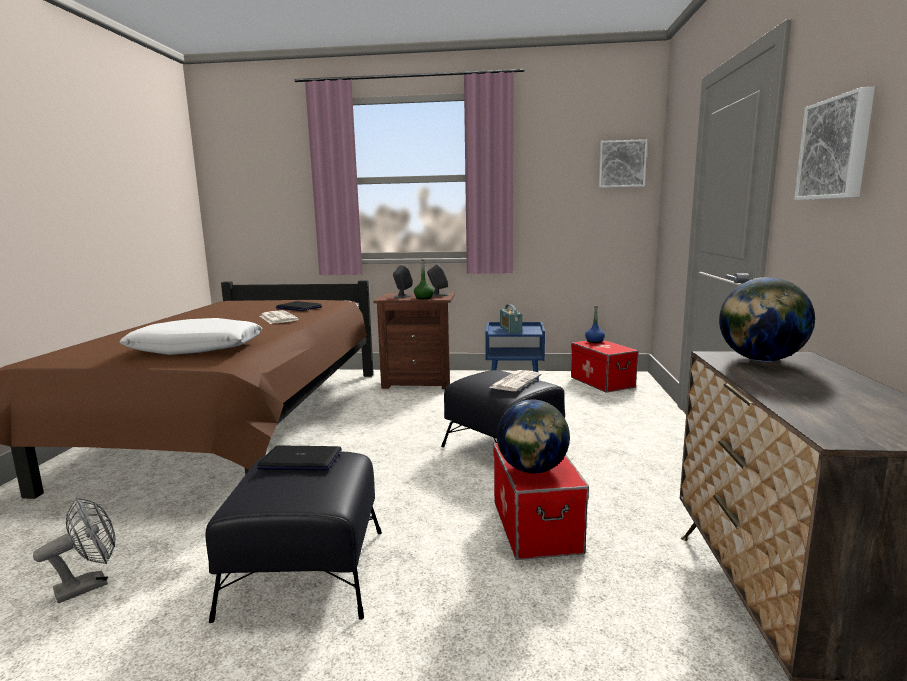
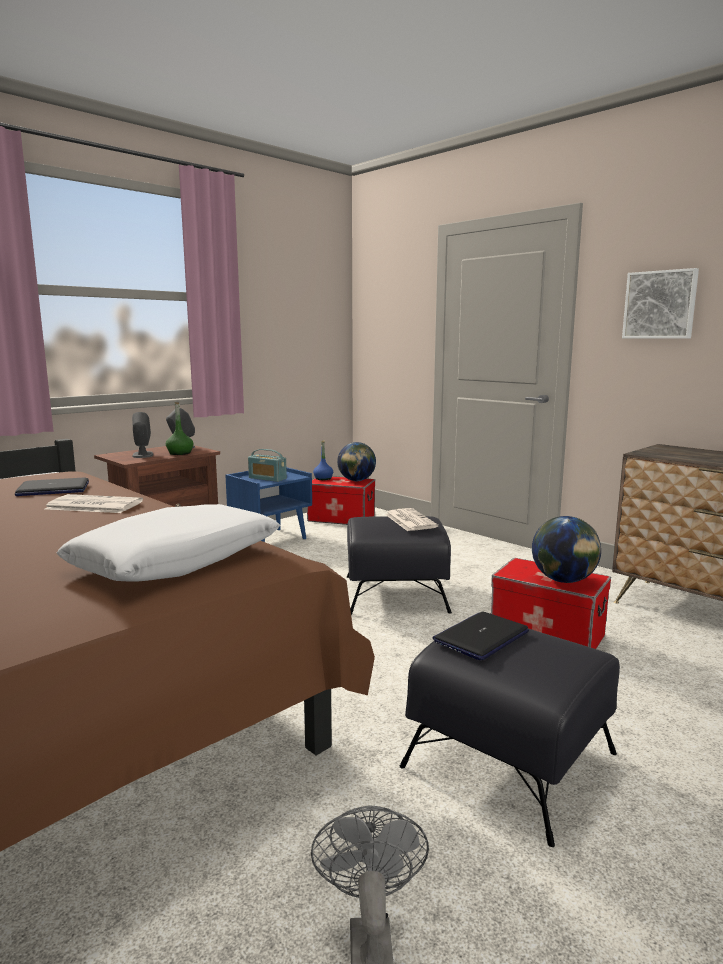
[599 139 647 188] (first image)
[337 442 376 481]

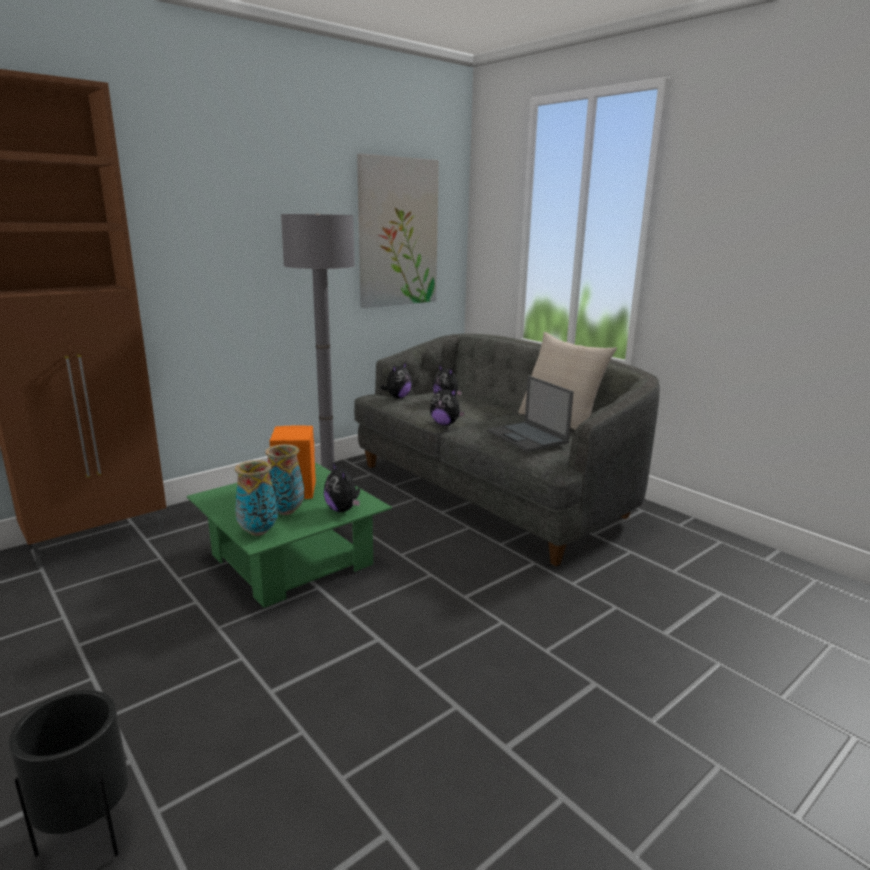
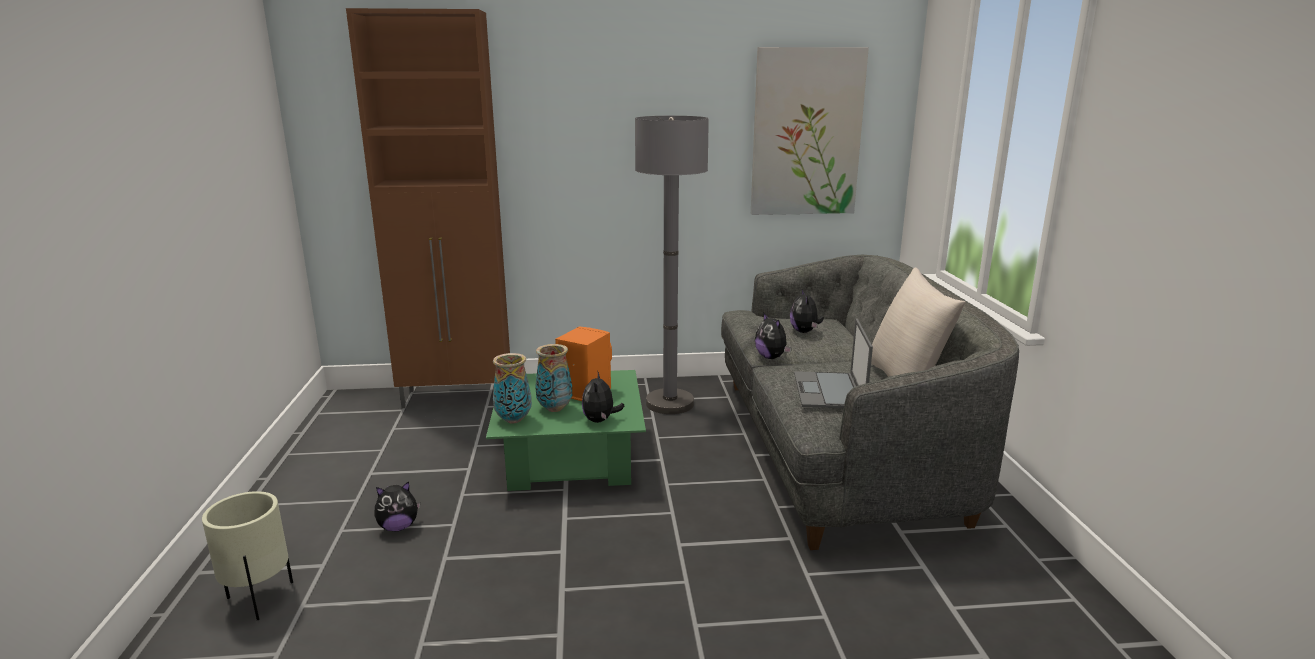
[374 481 421 531]
[202 491 293 620]

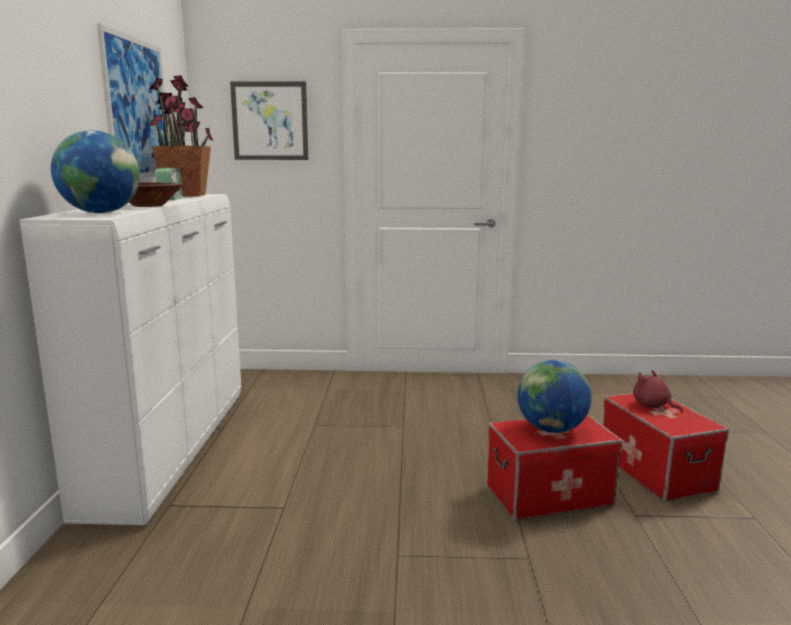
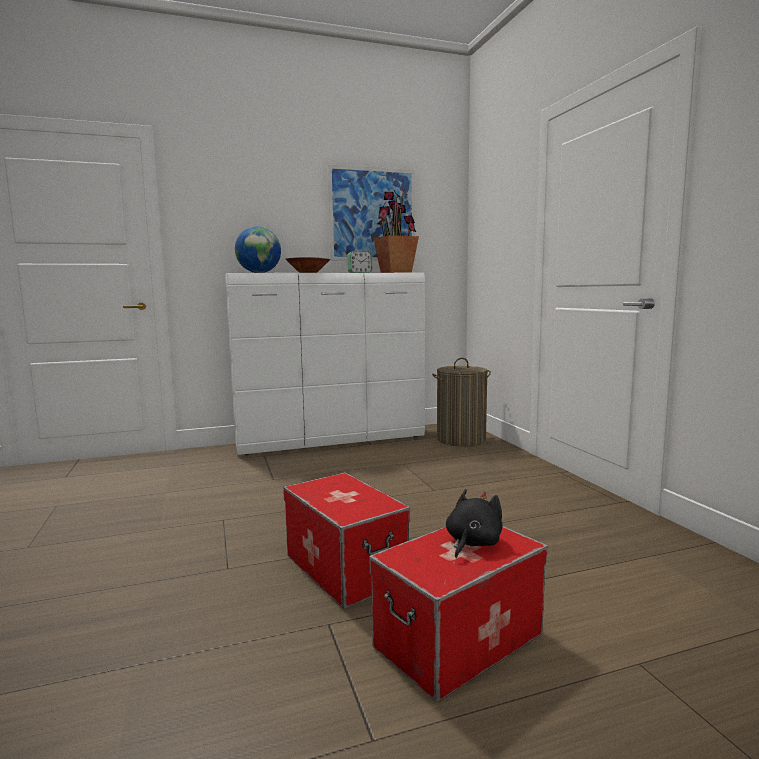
[230 82 308 160] (first image)
[518 360 592 433] (first image)
[446 489 503 558]
[432 358 491 446]

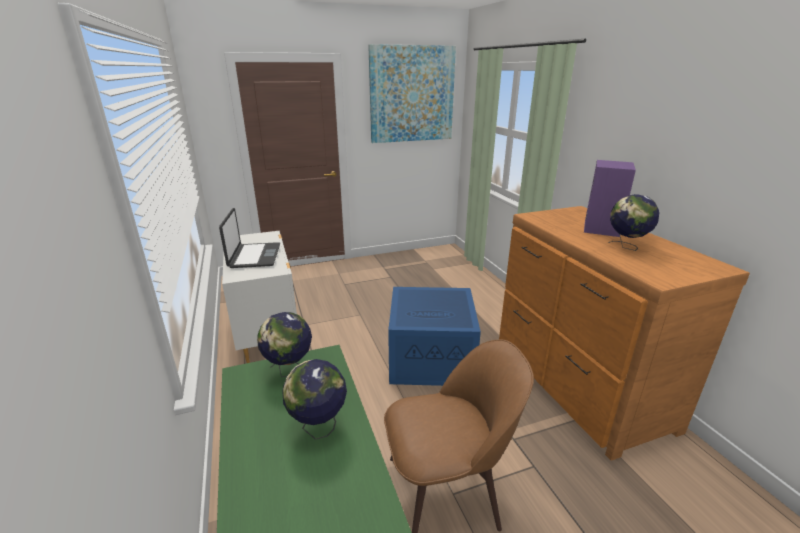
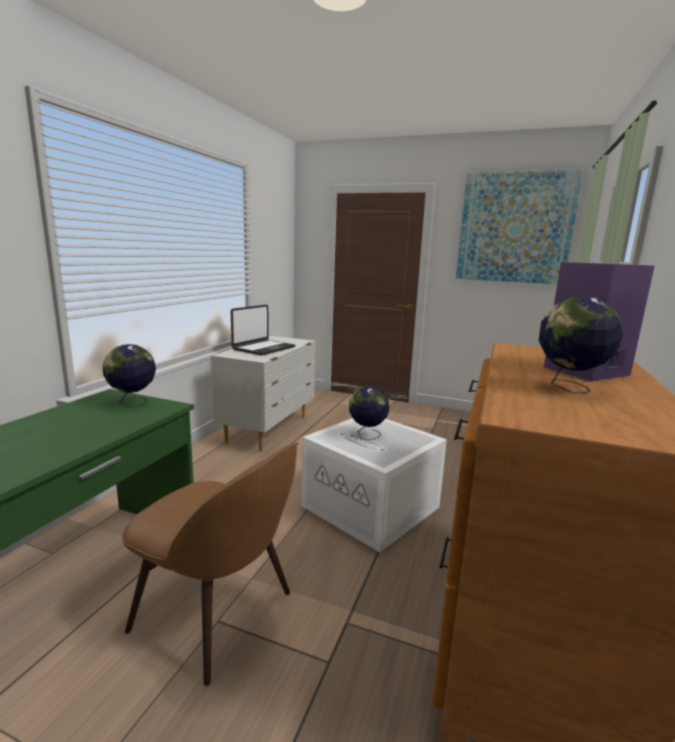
[301 418 447 552]
[349 386 389 440]

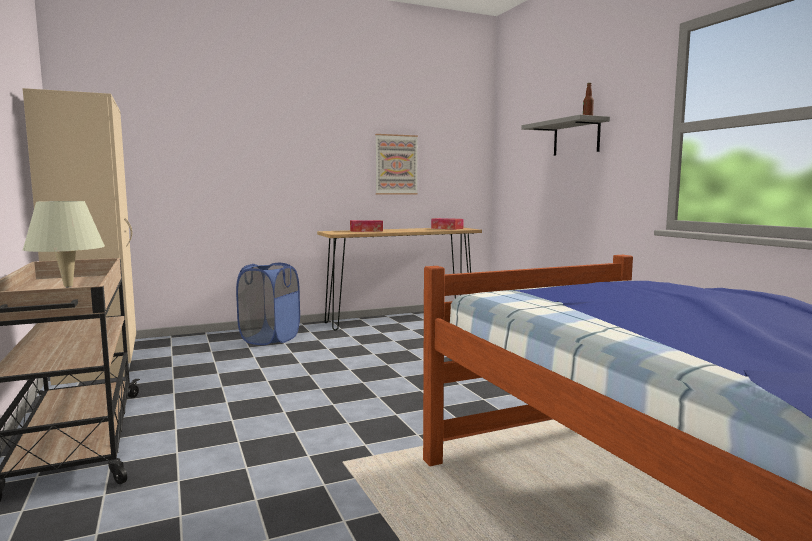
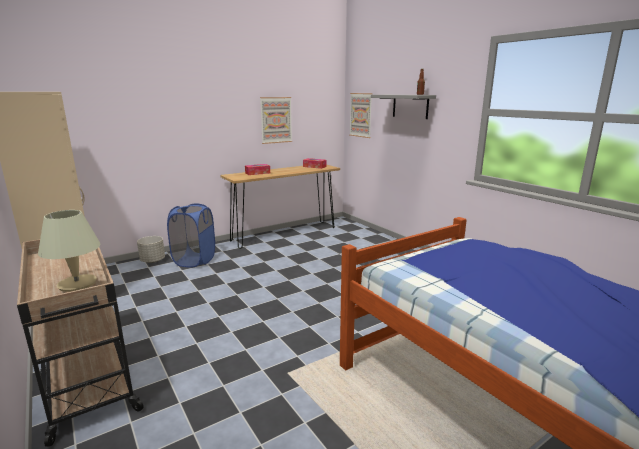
[349 93 372 138]
[137 236 165 263]

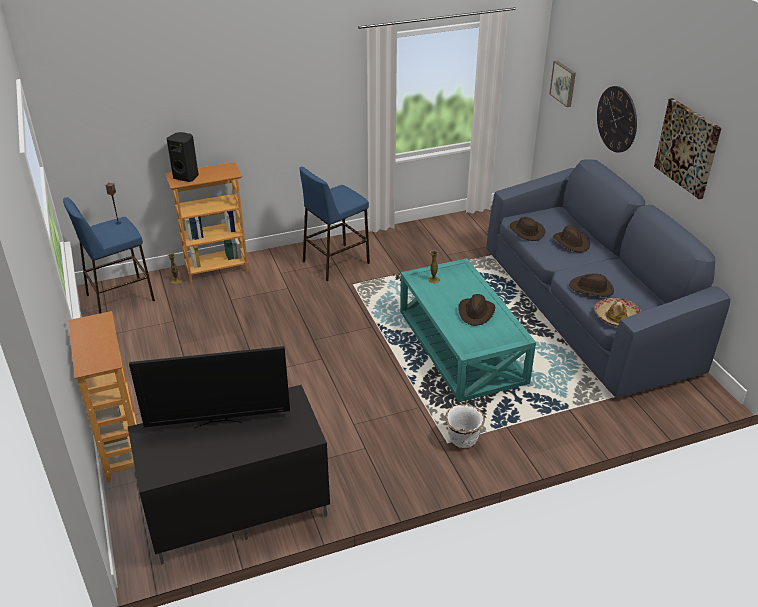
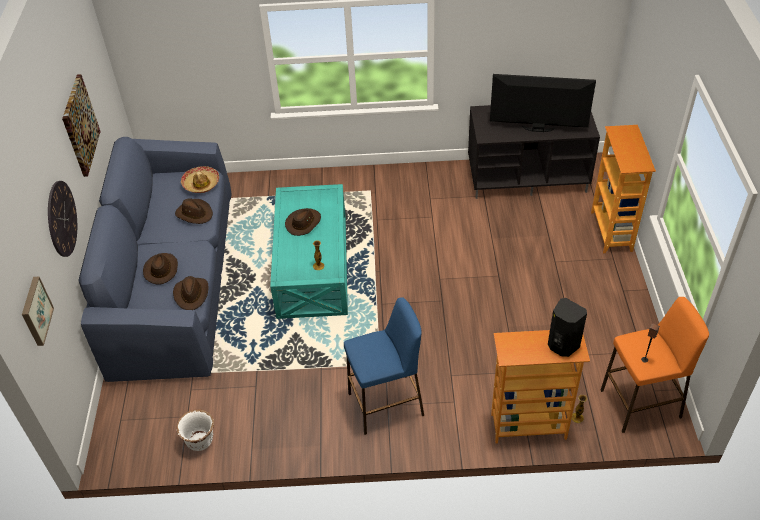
[601 297 709 433]
[176 409 214 451]

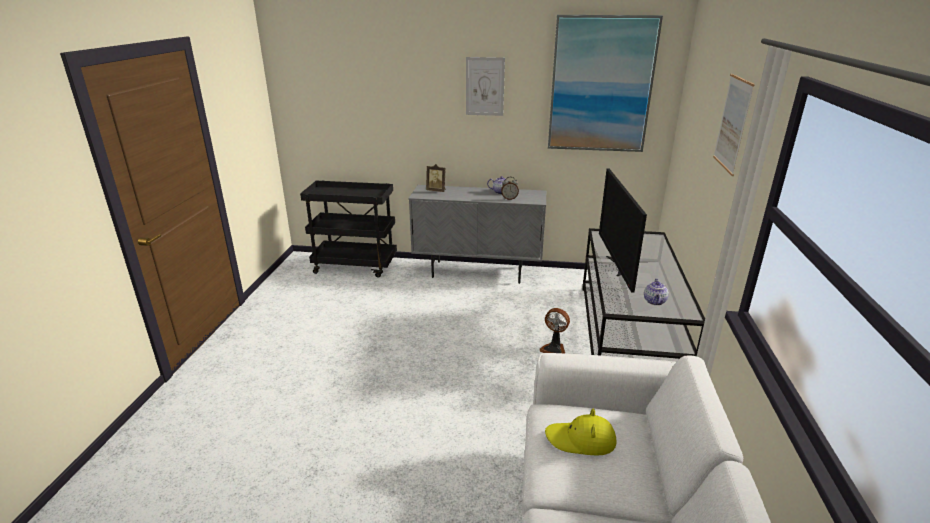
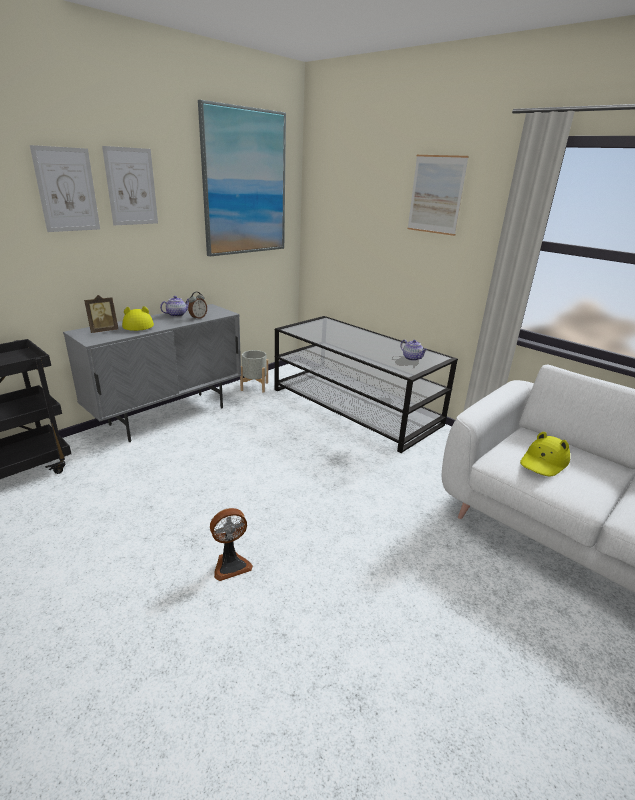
[599 168 647 292] (first image)
[210 508 253 581]
[30 145 100 232]
[122 306 154 331]
[240 350 268 393]

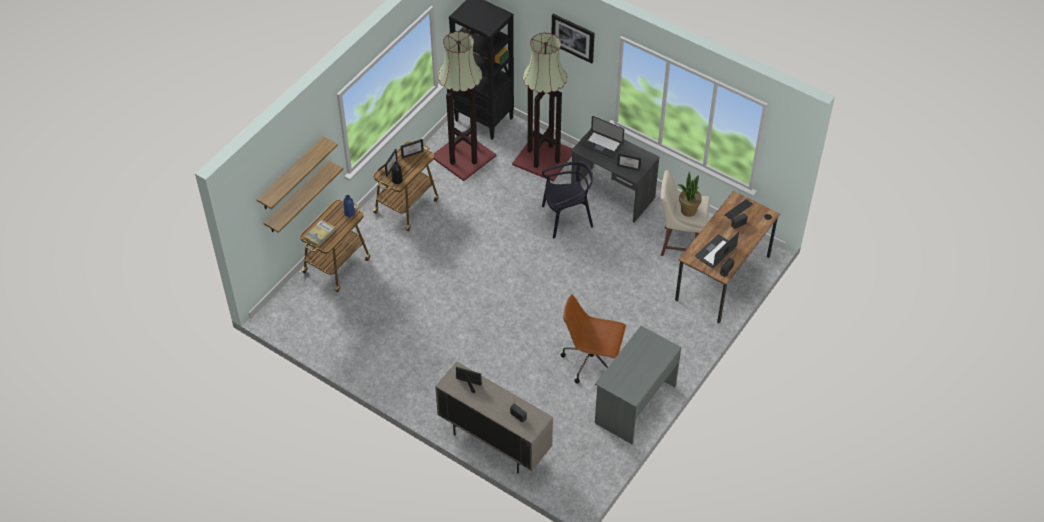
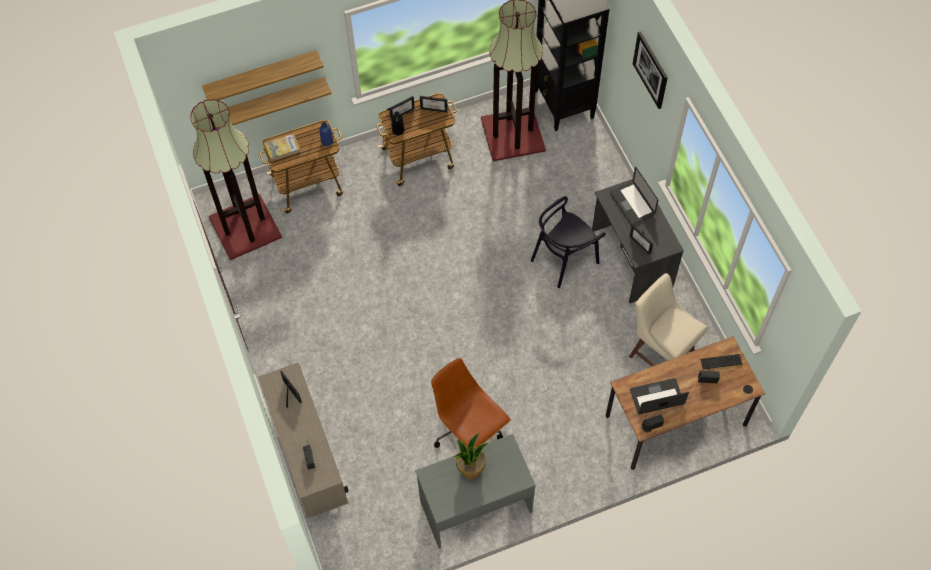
[190 99 282 260]
[531 196 606 288]
[454 433 488 479]

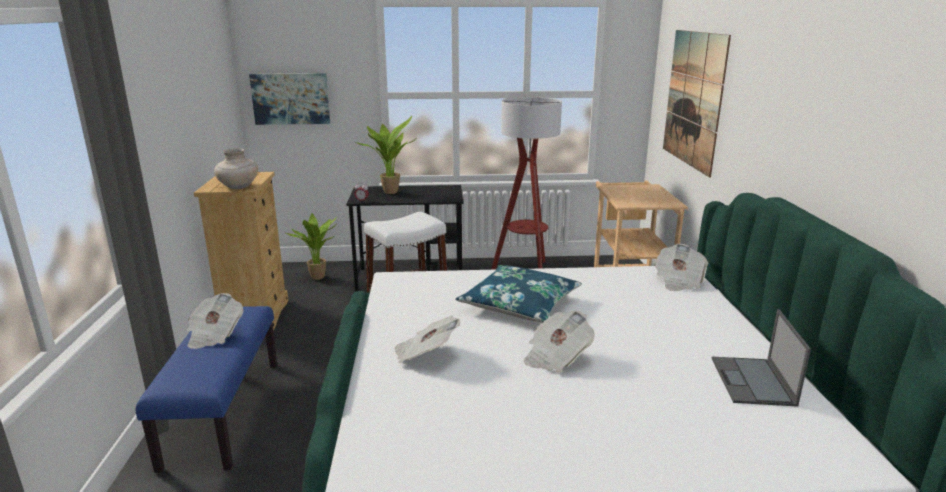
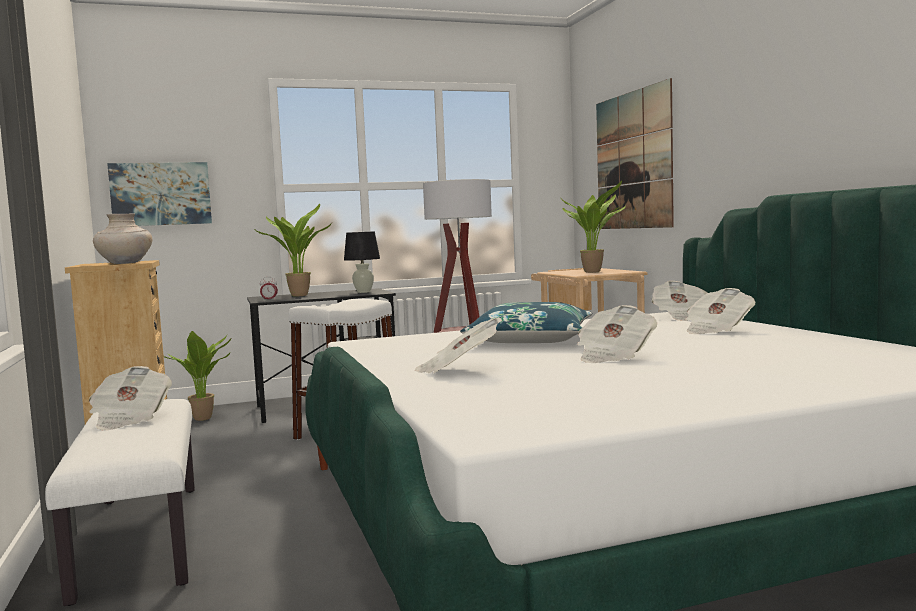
[45 399 195 606]
[712 309 811 407] (first image)
[560 181 626 273]
[344 231 380 293]
[685 288 756 334]

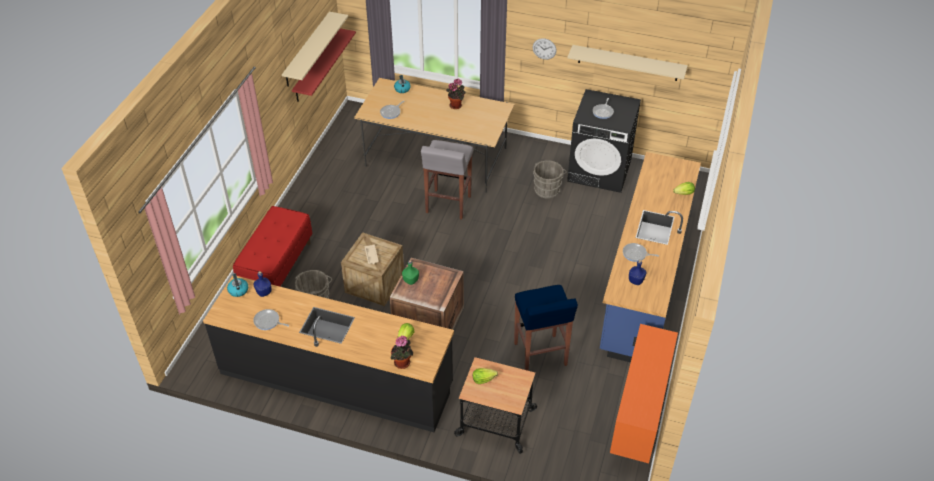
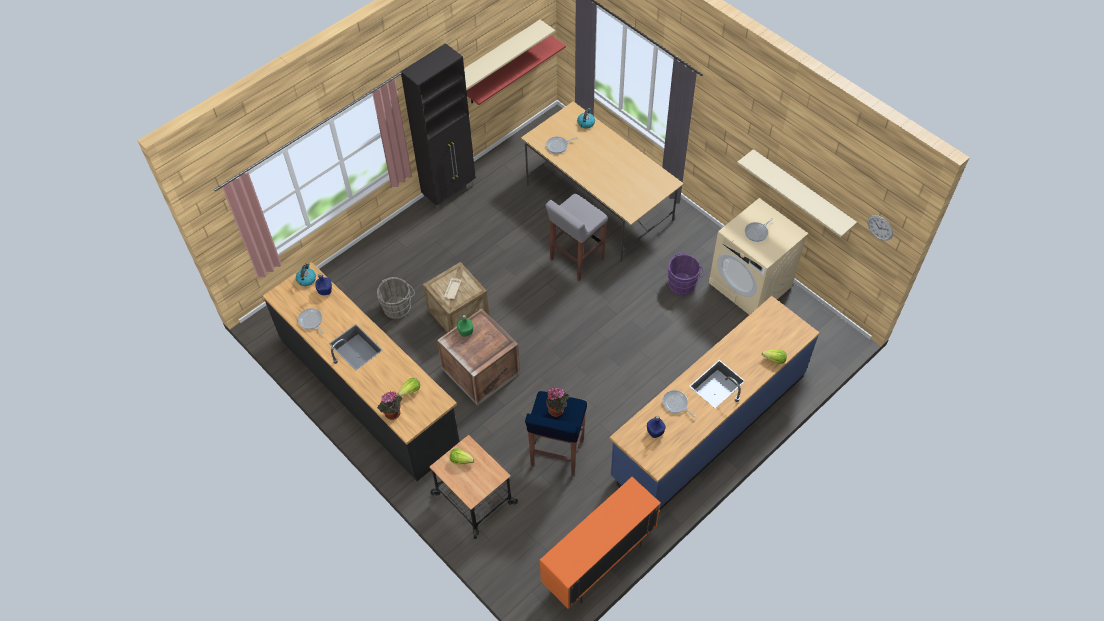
[867 215 893 241]
[546 388 569 417]
[709 198 808 315]
[668 253 704 295]
[233 206 312 287] (first image)
[401 43 476 211]

